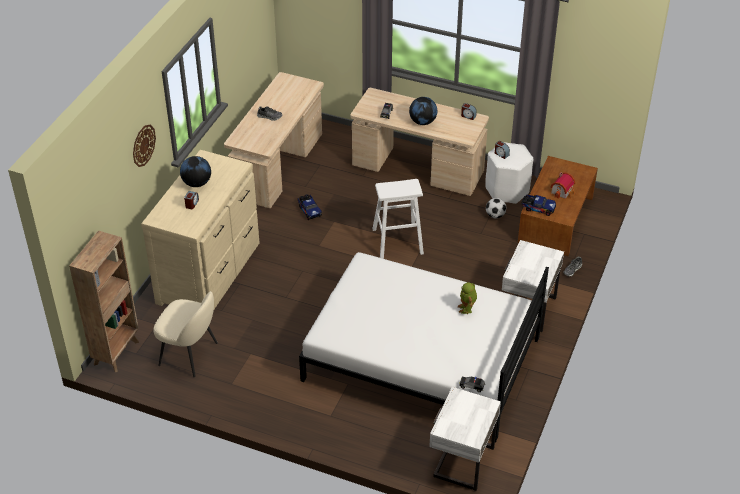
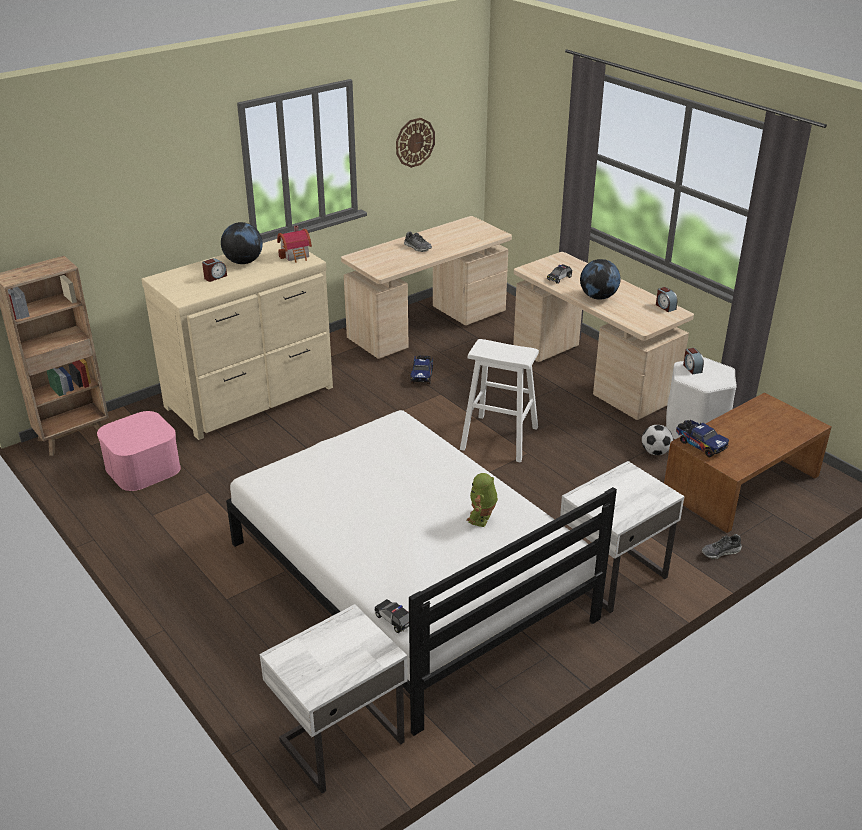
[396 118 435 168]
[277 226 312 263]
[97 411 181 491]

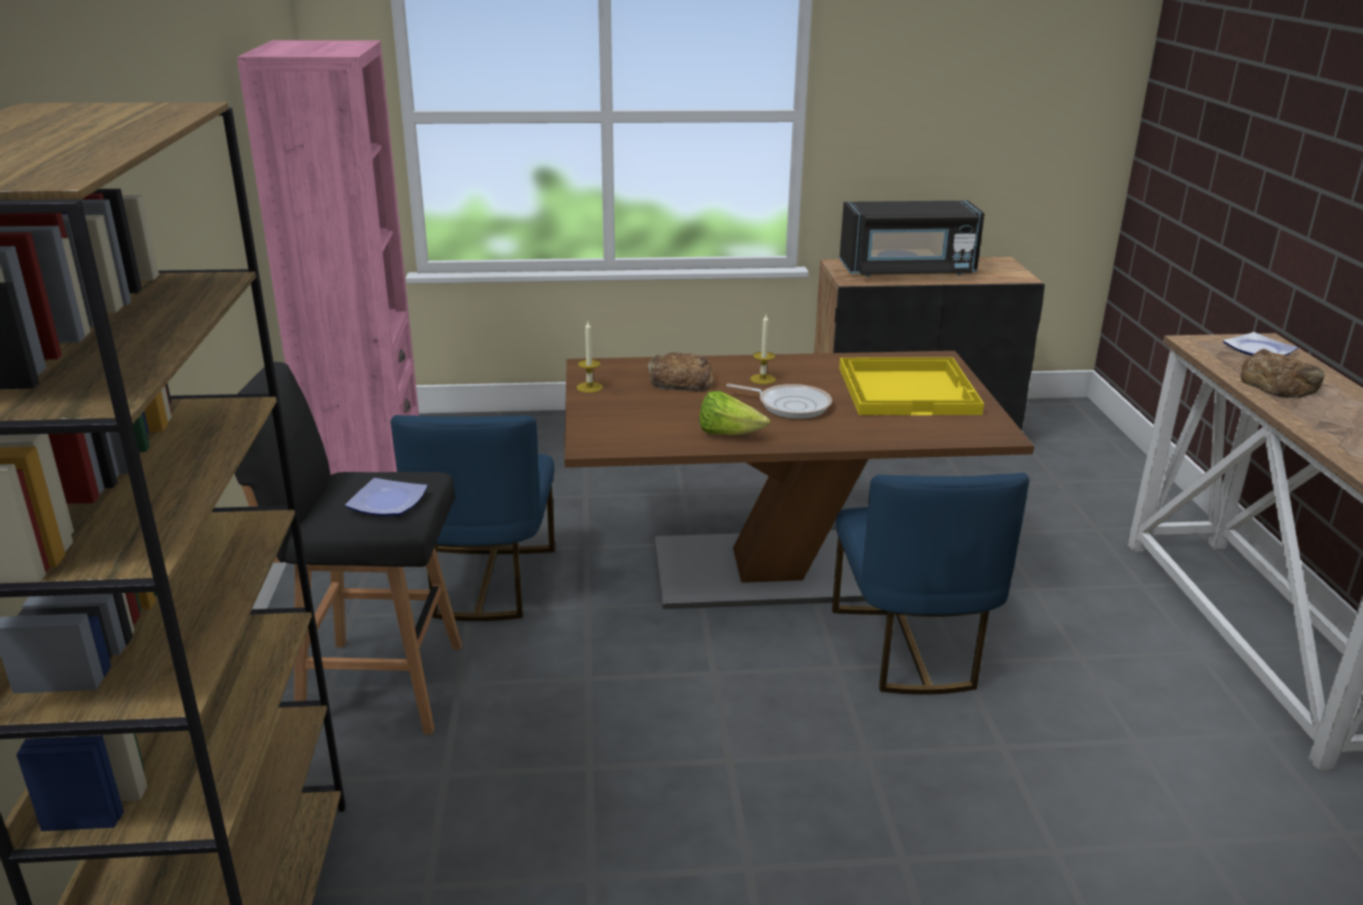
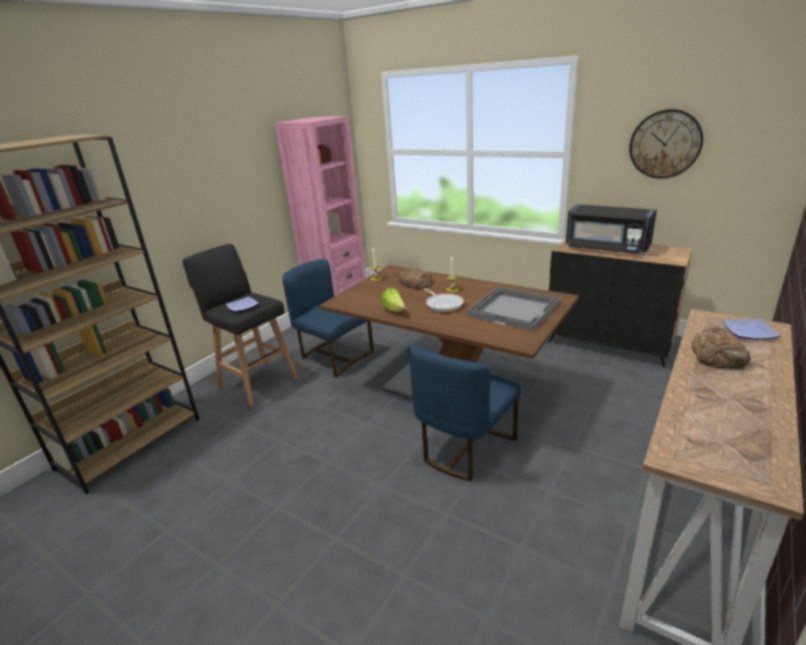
[467 286 560 331]
[282 259 374 378]
[629 109 703 179]

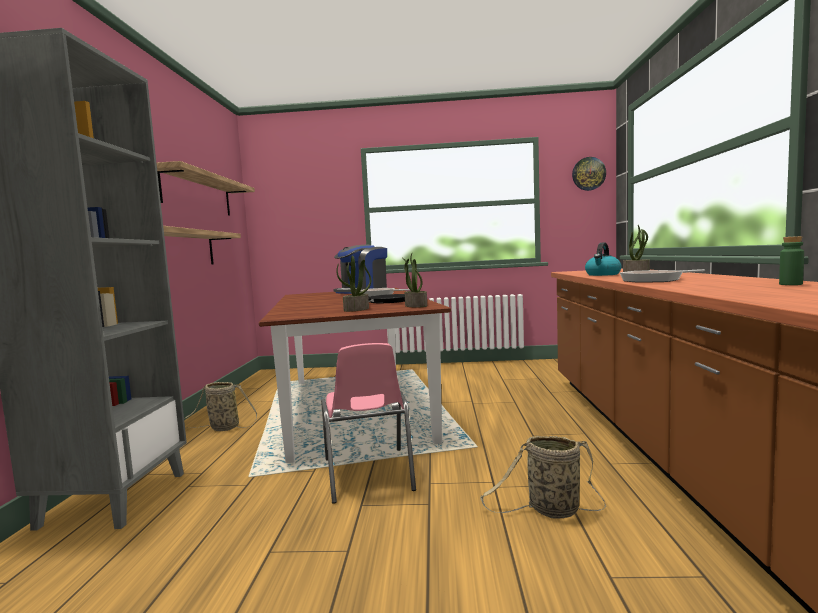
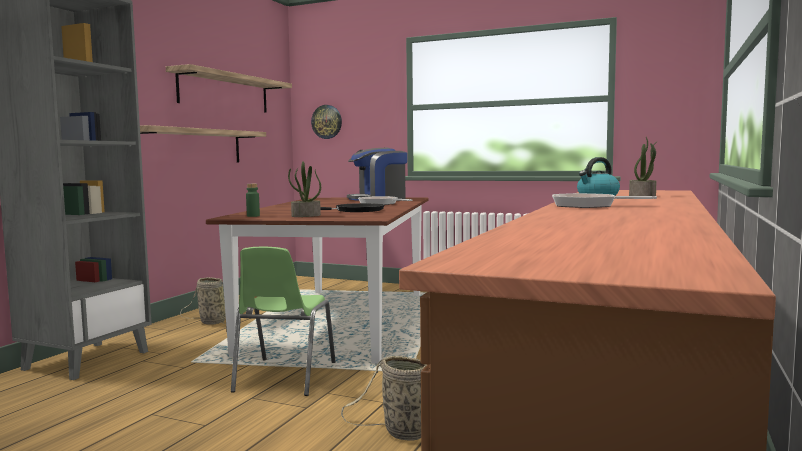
[311 105 342 139]
[246 184 260 217]
[403 253 427 308] (first image)
[231 247 336 396]

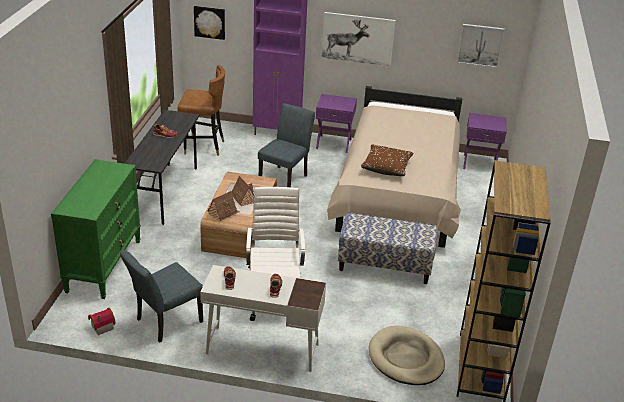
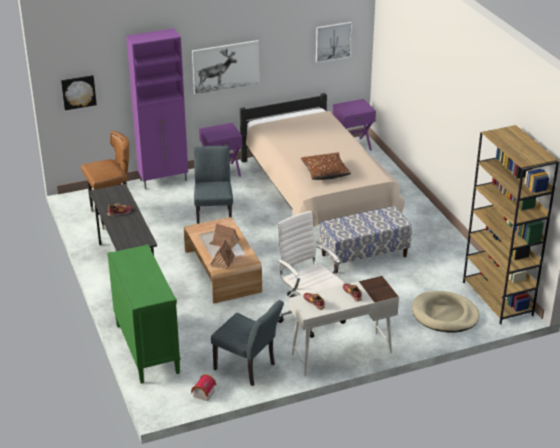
[211 300 284 386]

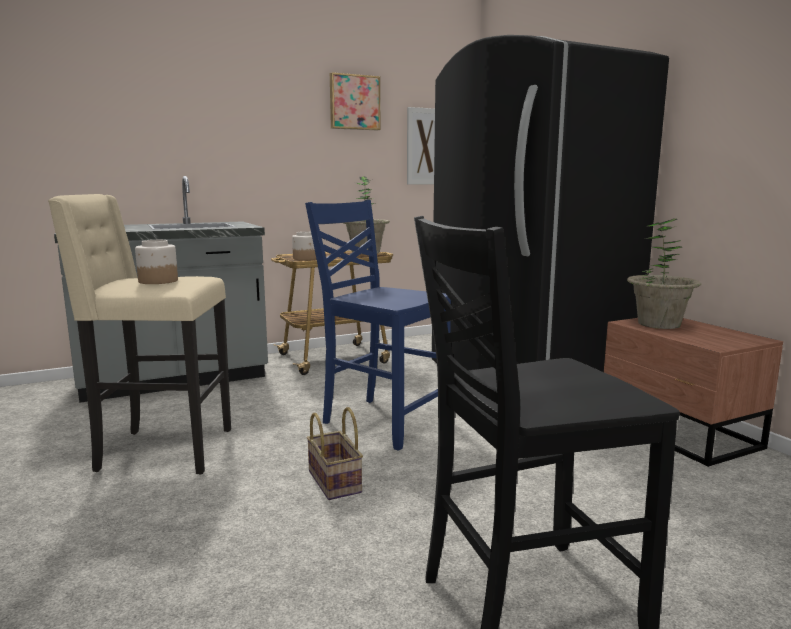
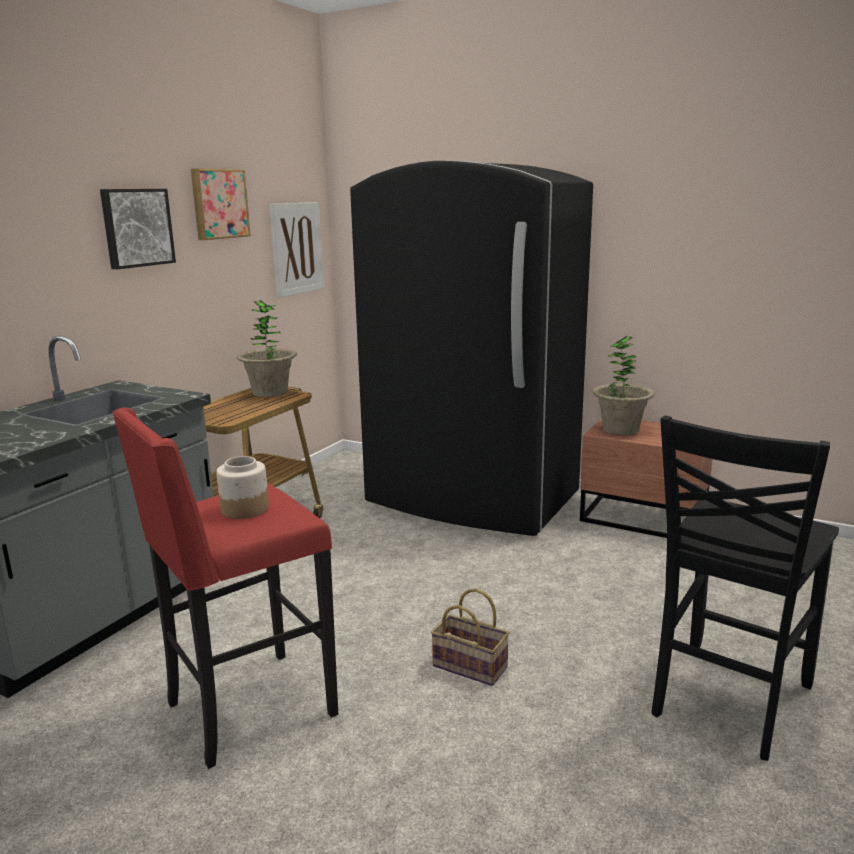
[112 407 338 769]
[305 200 451 451] (first image)
[292 231 316 260] (first image)
[100 189 176 269]

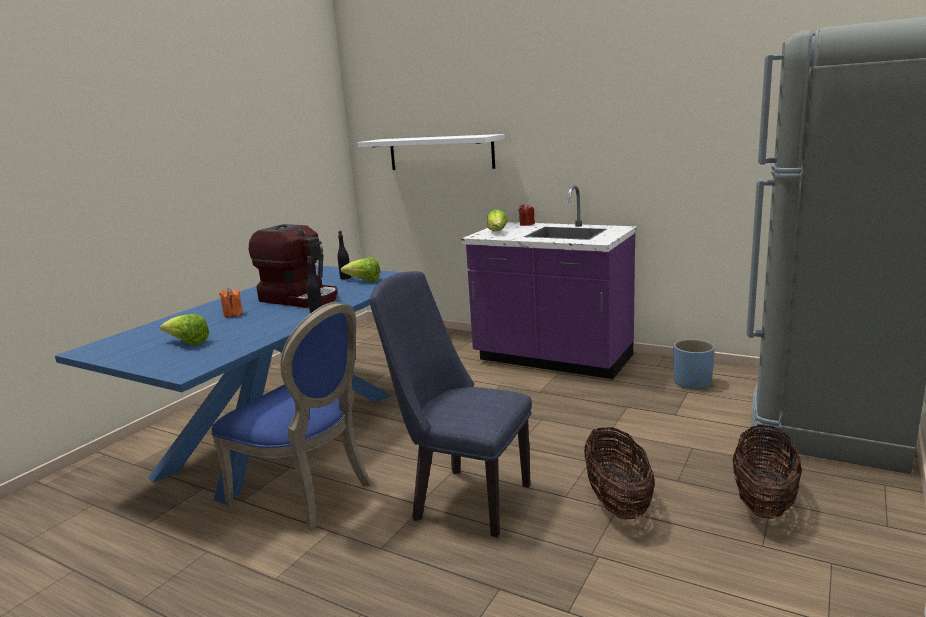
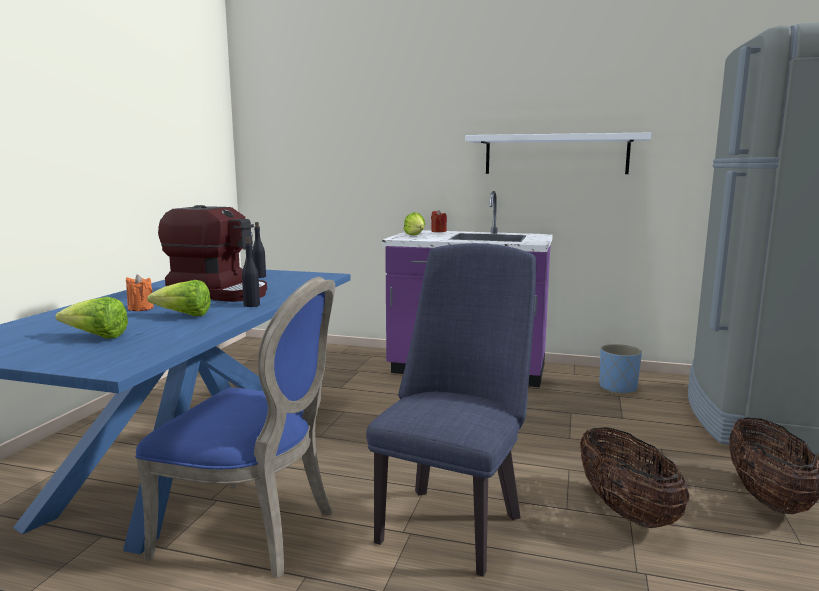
[465 133 652 174]
[147 280 211 316]
[366 243 536 577]

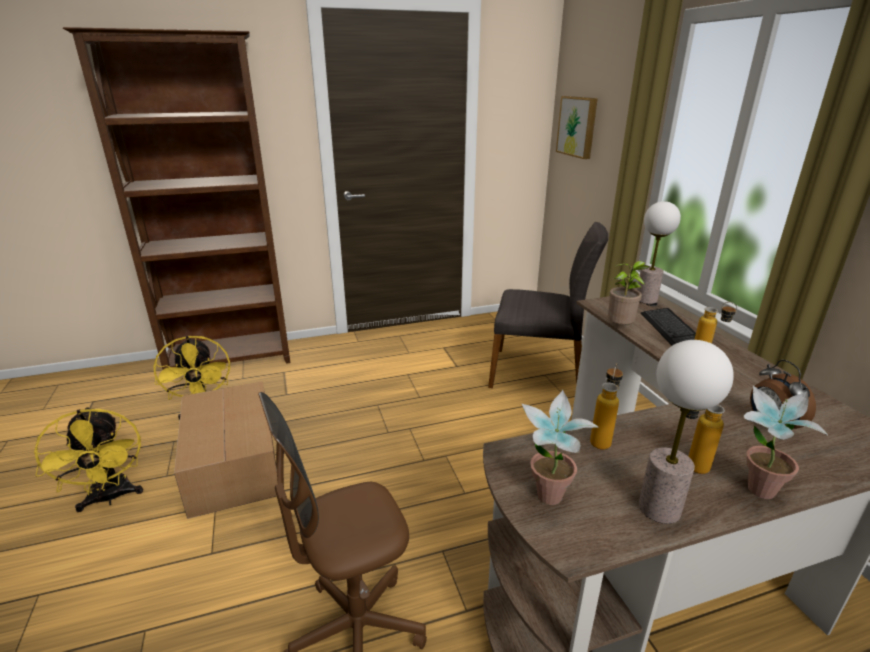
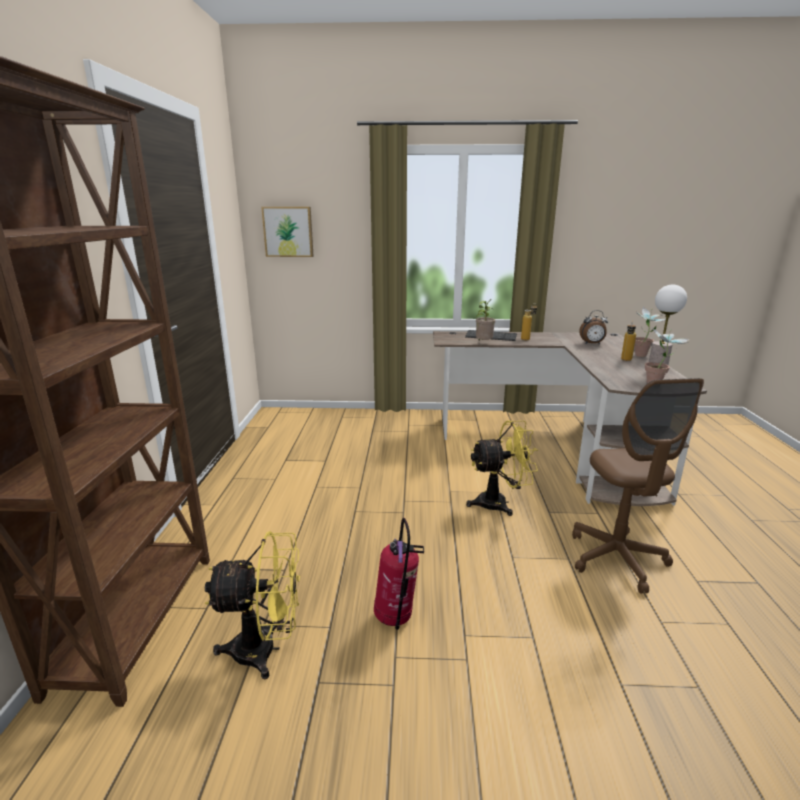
[637 201 681 304] (first image)
[488 222 608 388] (first image)
[590 363 623 450] (first image)
[374 518 424 630]
[466 421 538 516]

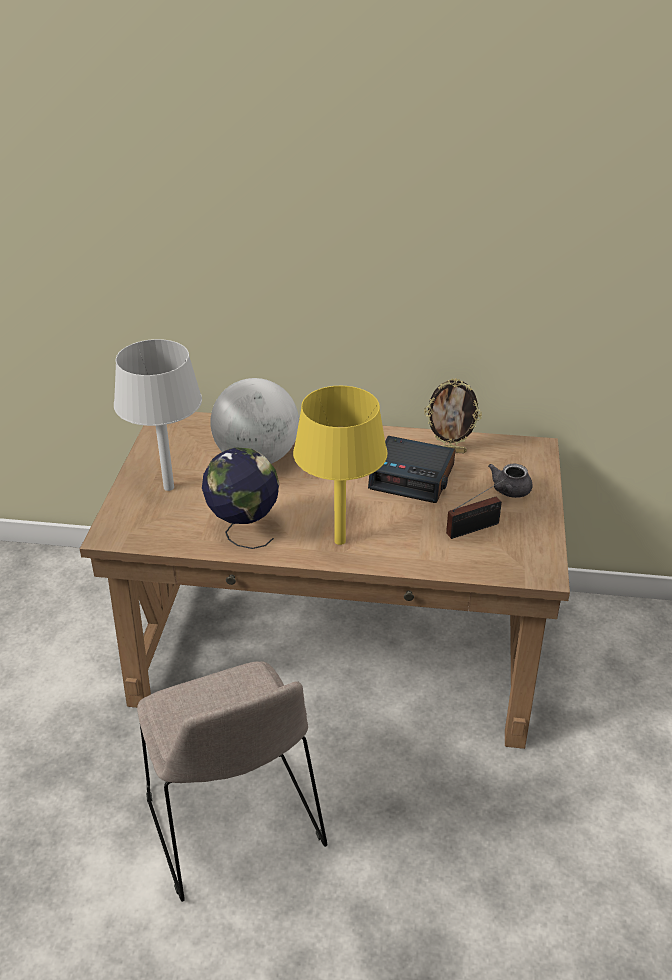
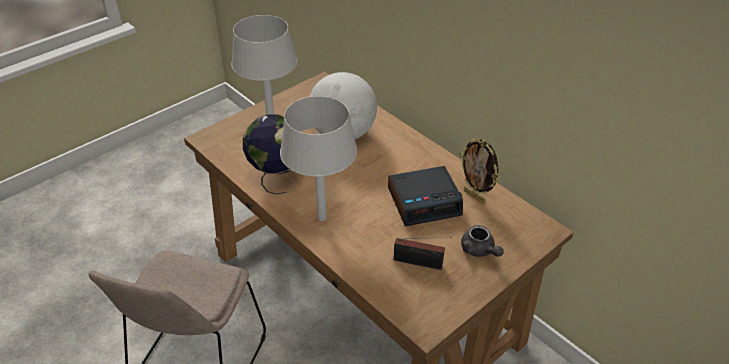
[280 96 357 221]
[388 166 463 226]
[461 225 504 257]

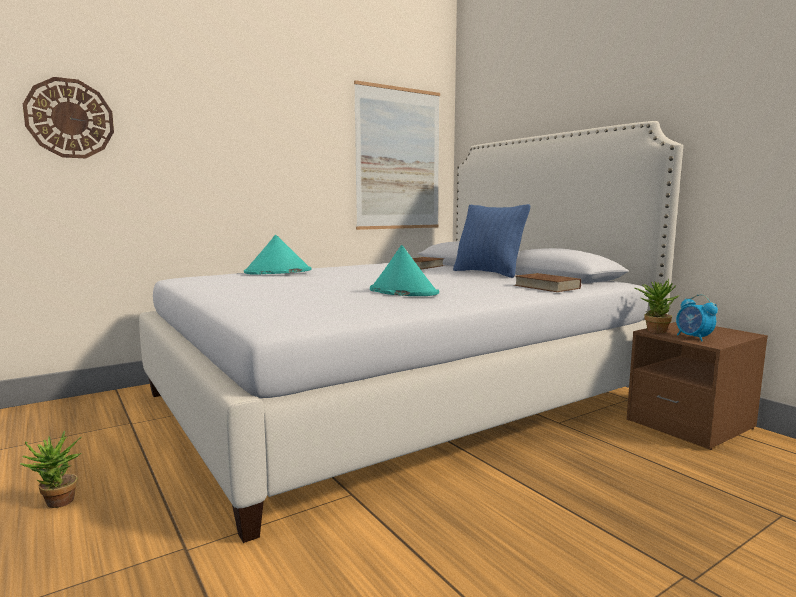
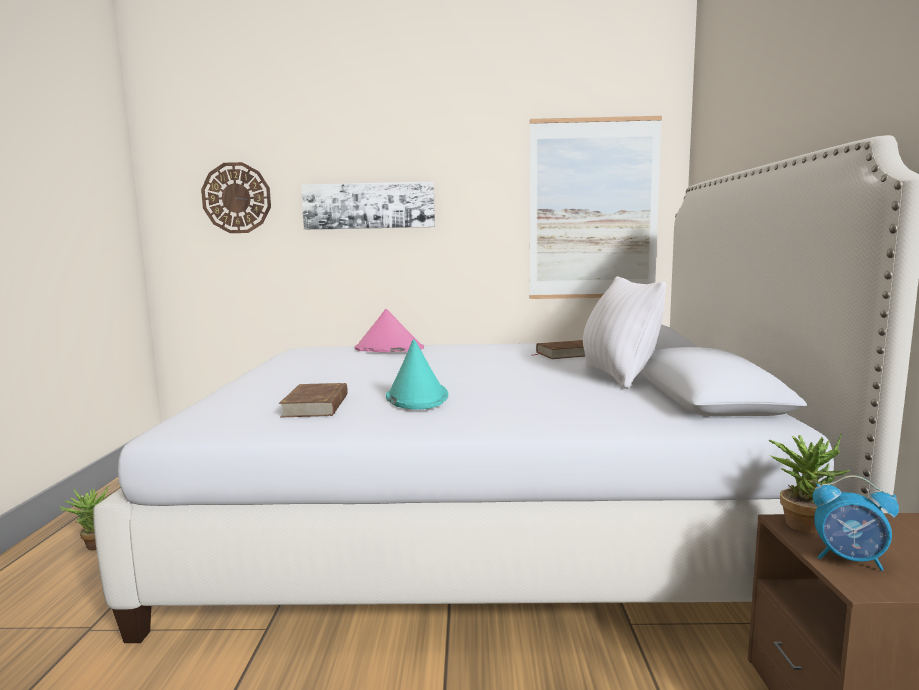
[583 276 666 389]
[355 309 424 352]
[279 383 348 418]
[813 475 899 571]
[301 182 435 230]

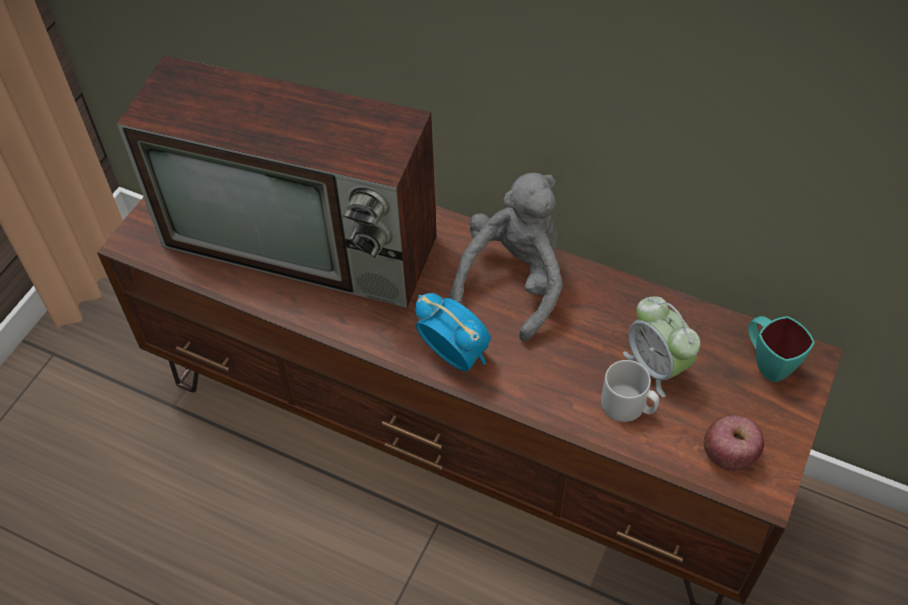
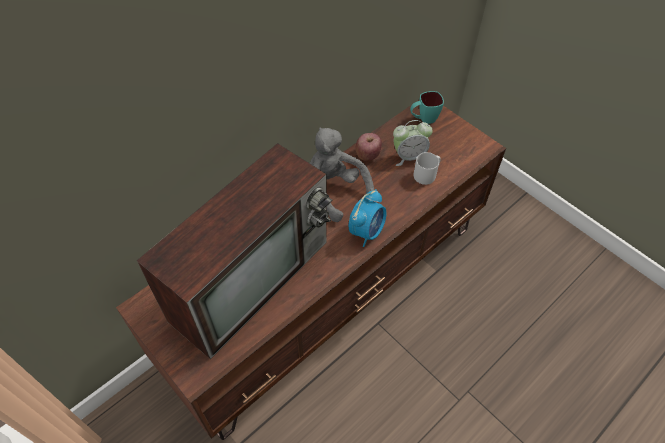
[349 189 386 247]
[356 133 382 161]

